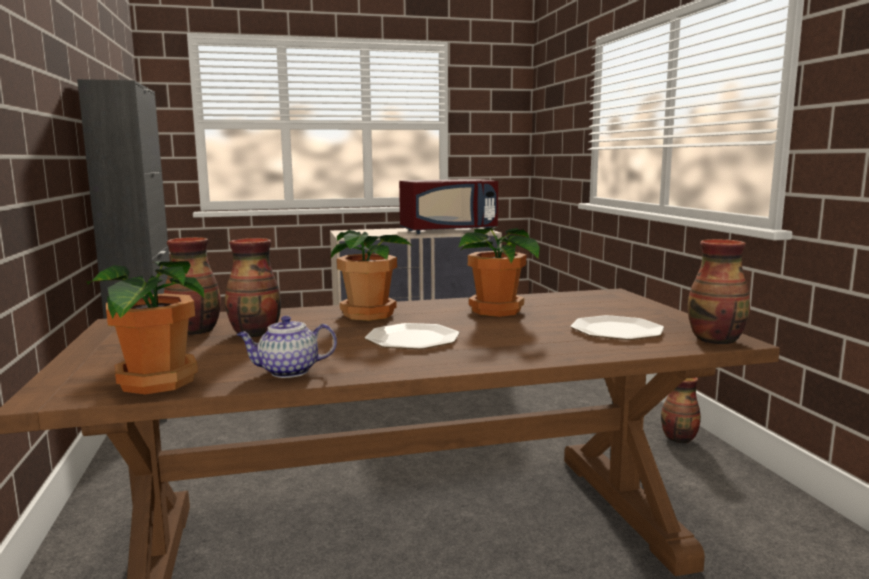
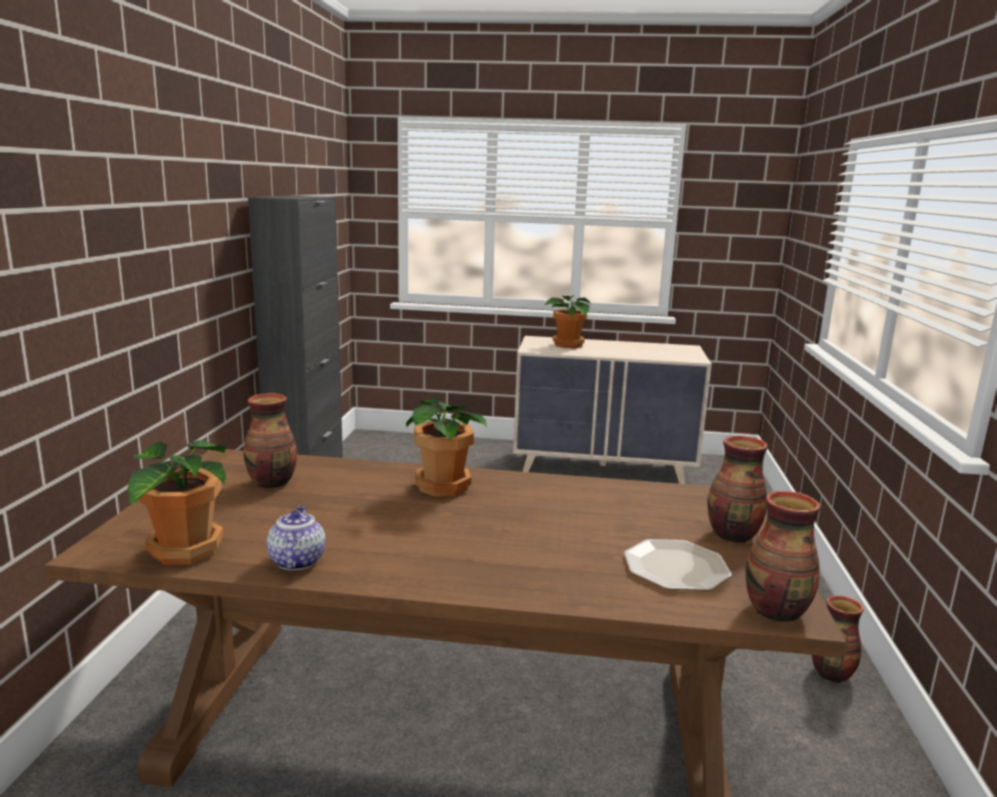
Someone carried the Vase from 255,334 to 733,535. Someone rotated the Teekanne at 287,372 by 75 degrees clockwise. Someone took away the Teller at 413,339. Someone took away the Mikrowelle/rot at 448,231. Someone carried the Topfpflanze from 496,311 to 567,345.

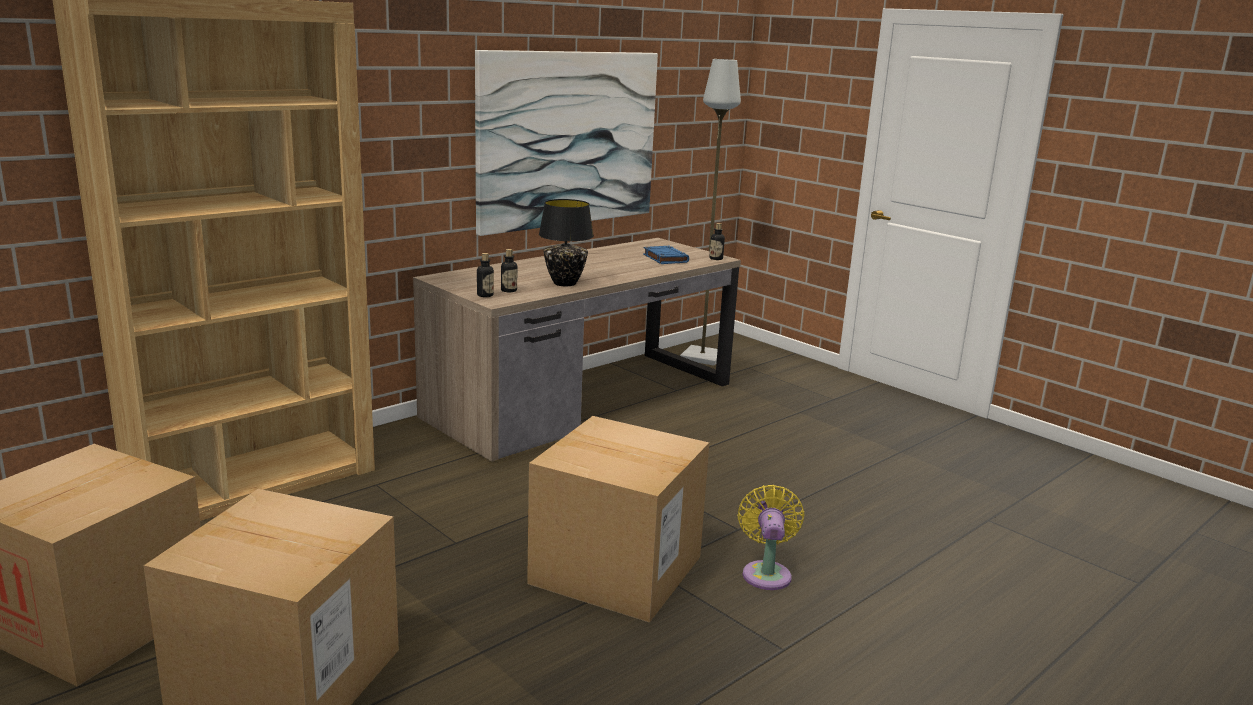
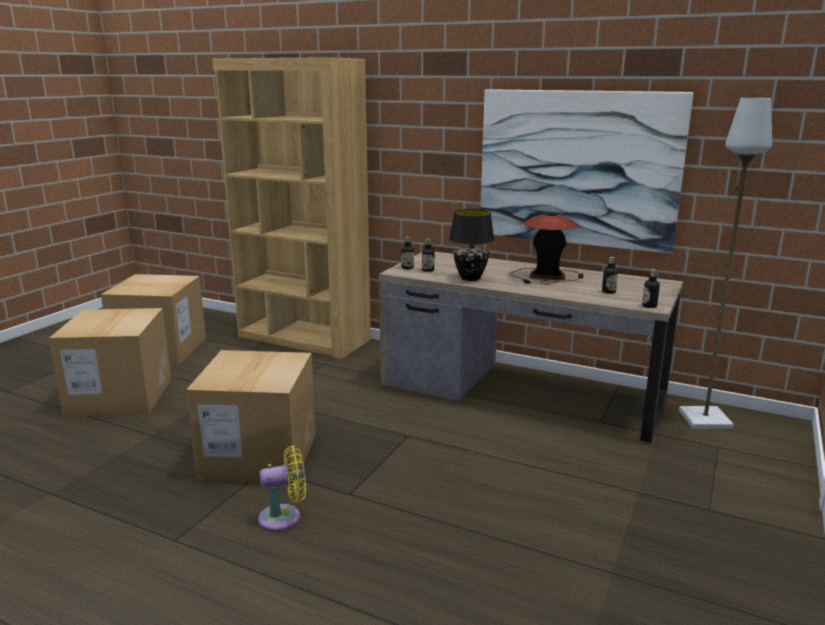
Someone swapped the Buch/blau at 665,258 for the Flasche at 608,291. Someone put down the Tischlampe at 546,276.

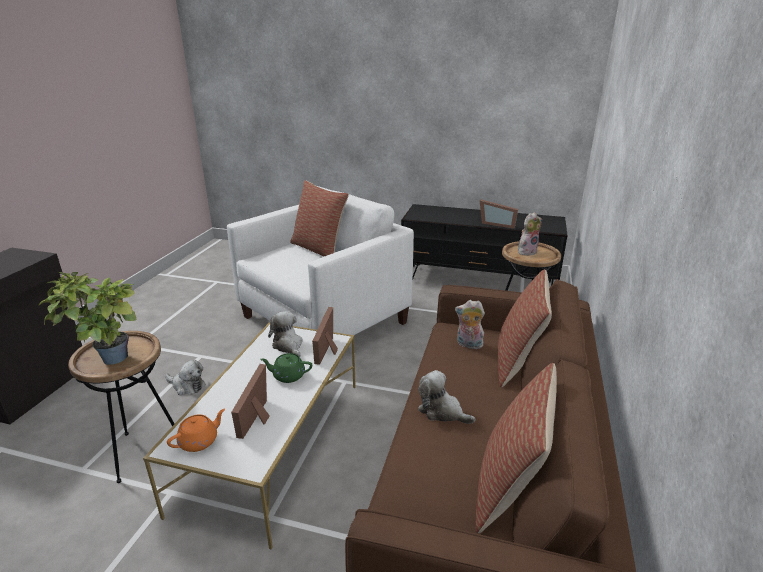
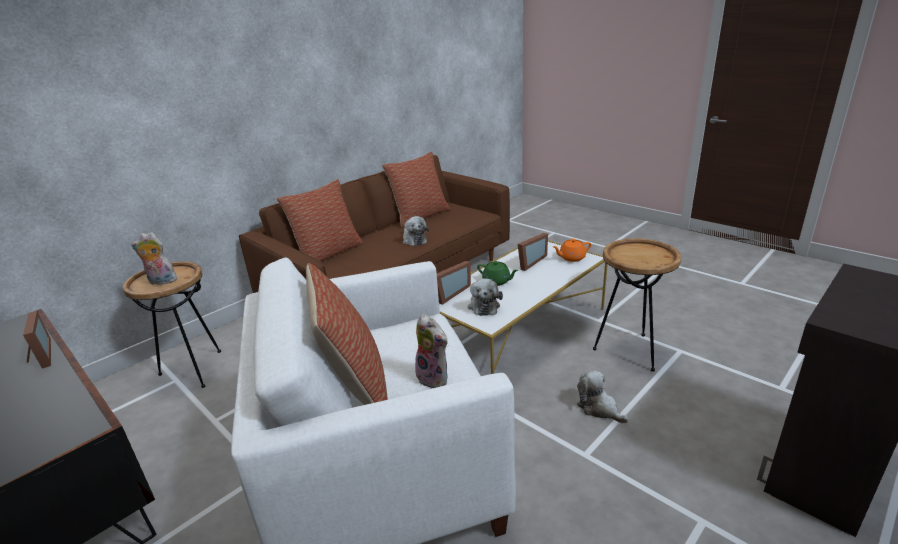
Someone took away the Topfpflanze at 108,361. Someone carried the Plüschtier from 468,345 to 435,378.

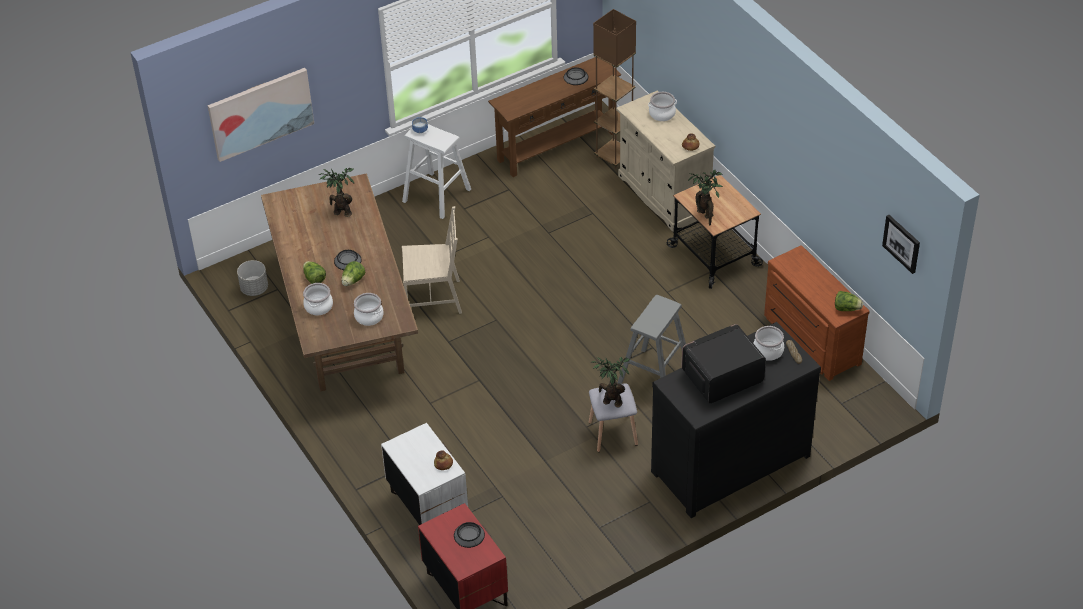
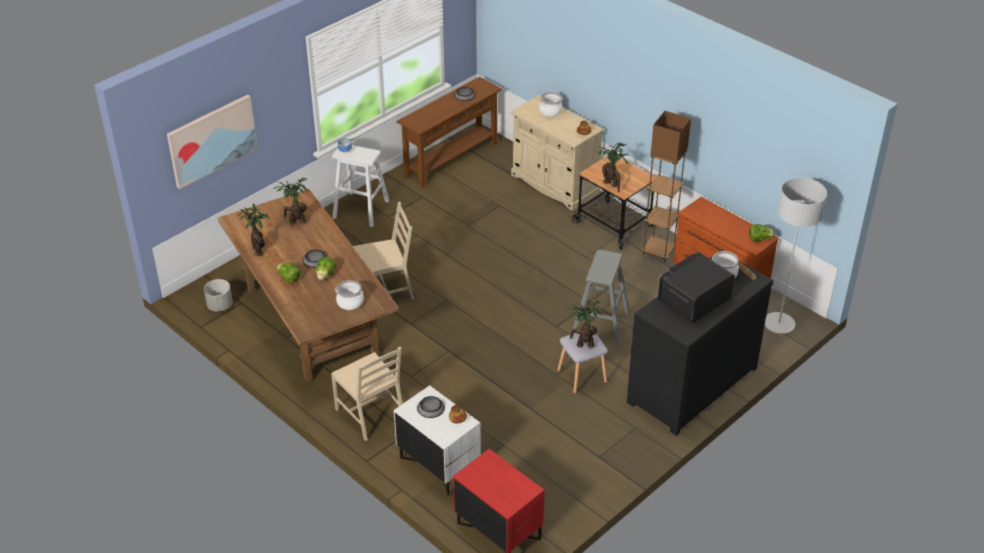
Someone took away the Kochtopf at 319,306. Someone carried the Schüssel from 469,535 to 430,407. Someone carried the Stehlampe/braun from 614,156 to 658,251. Someone took away the Bild at 902,243. Someone put down the Topfpflanze at 258,249. Someone put down the Stuhl/beige at 371,414. Someone put down the Stehlampe/grau at 779,324.

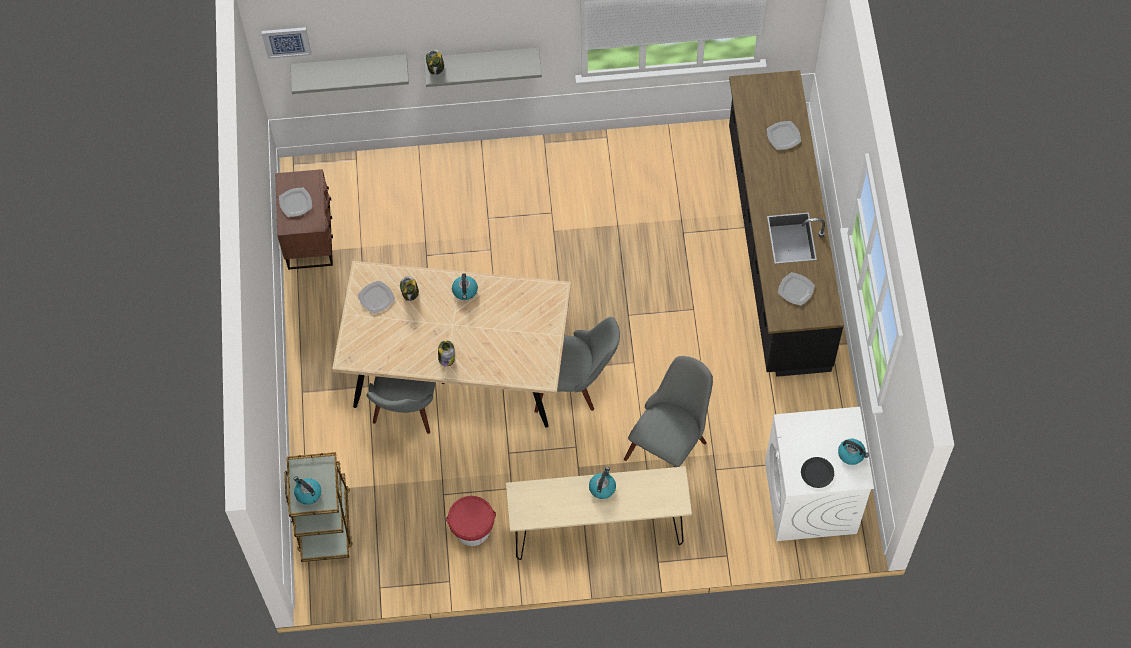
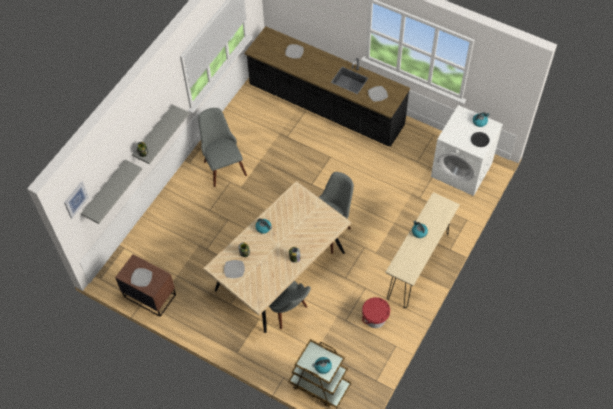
Someone carried the Stuhl/grau from 671,442 to 222,164.

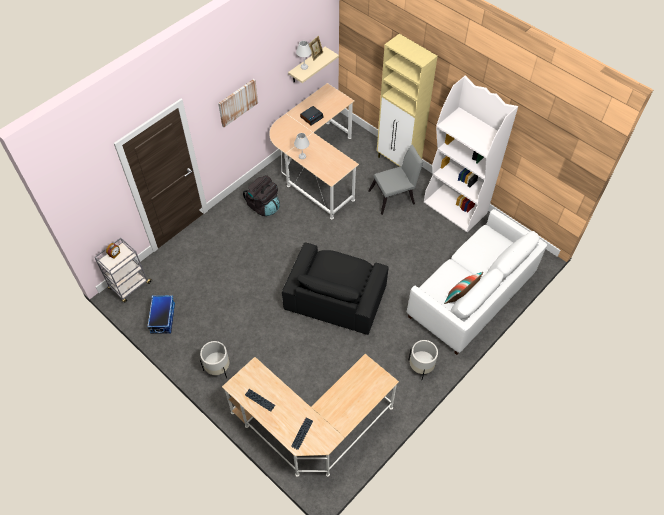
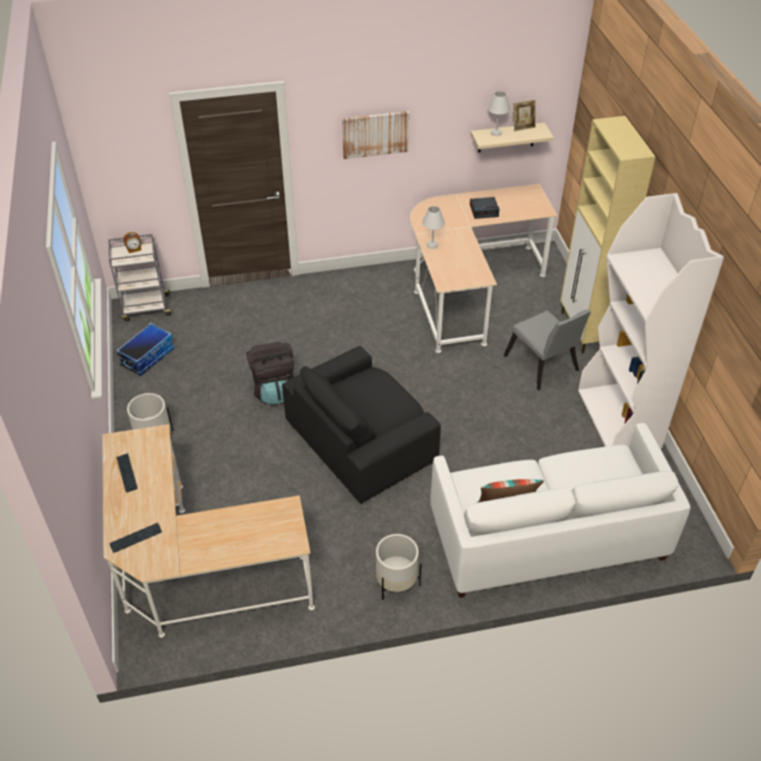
Someone carried the Rucksack/schwarz from 263,206 to 274,389. Someone rotated the Stuhl/grau at 394,197 by 45 degrees clockwise.

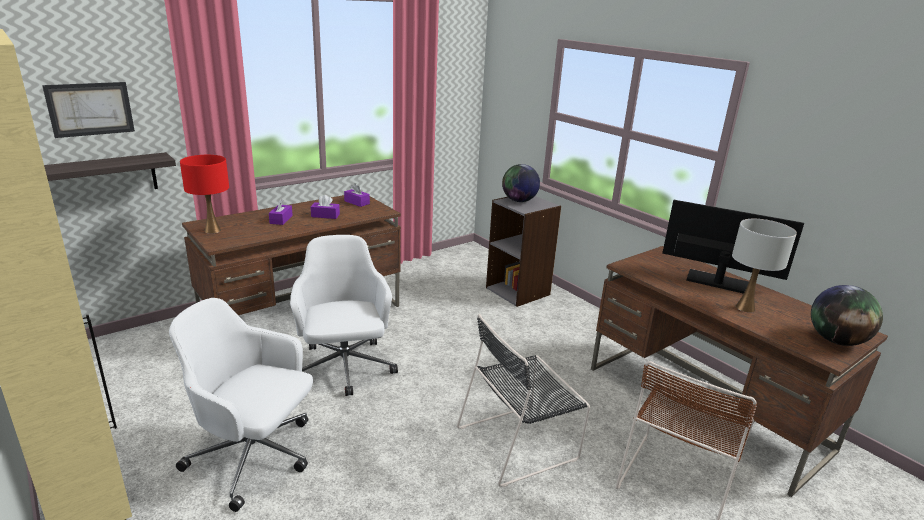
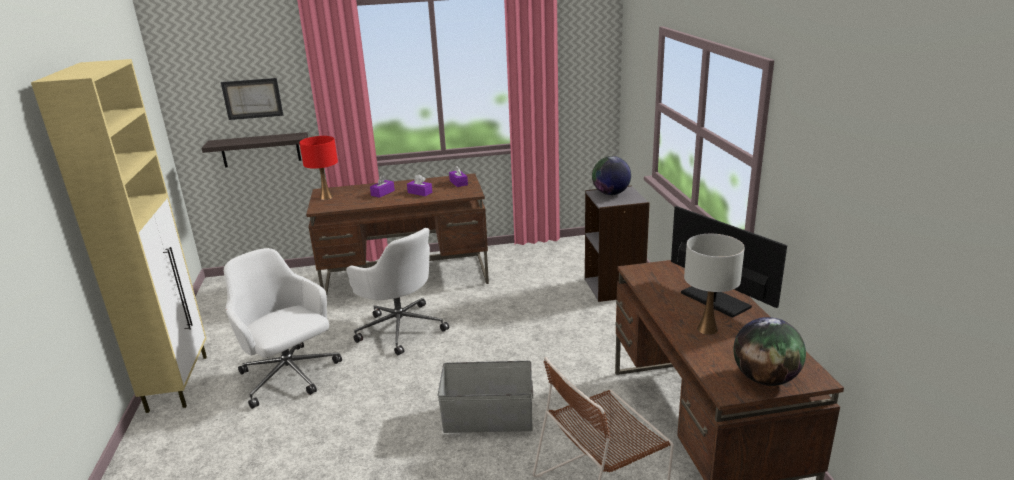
Someone rotated the Bürostuhl/weiß at 344,369 by 120 degrees clockwise. Someone swapped the Stuhl/schwarz at 520,442 for the Aufbewahrungsbox/grau at 488,417.

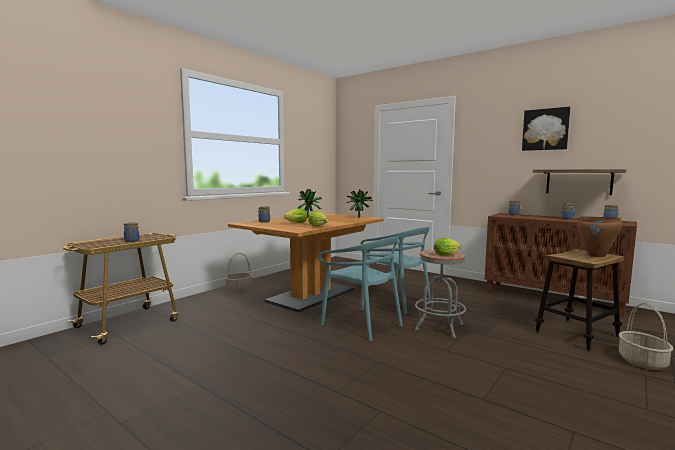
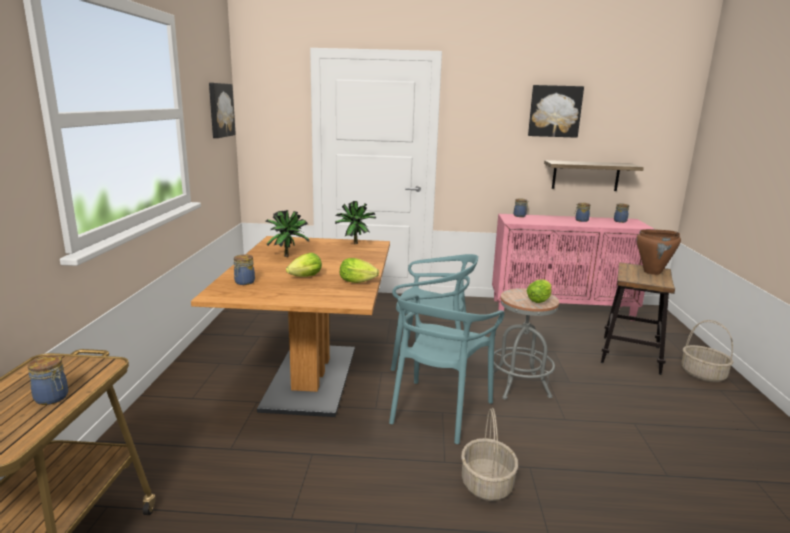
Someone carried the Korb from 239,289 to 487,485. Someone rotated the Stuhl/türkis at 362,324 by 105 degrees clockwise. Someone repainted the Schrank/braun at 552,299, which became the Schrank/rosa at 562,309. Someone put up the Bild at 220,110.

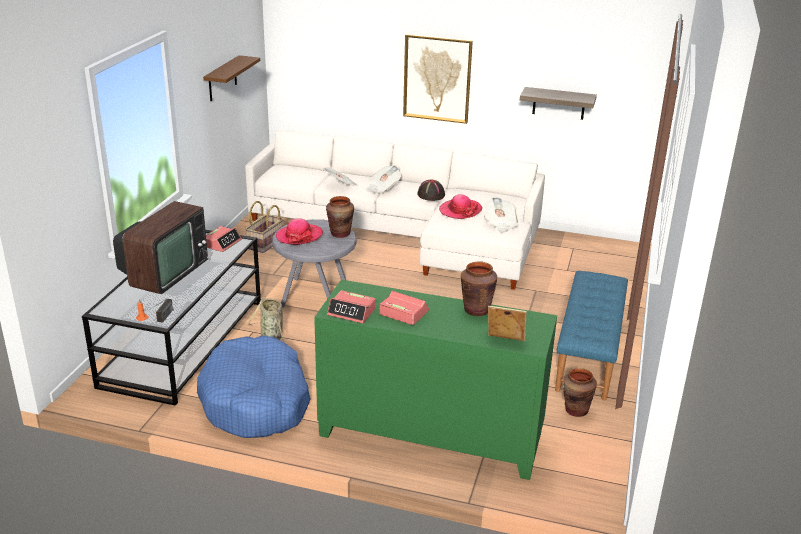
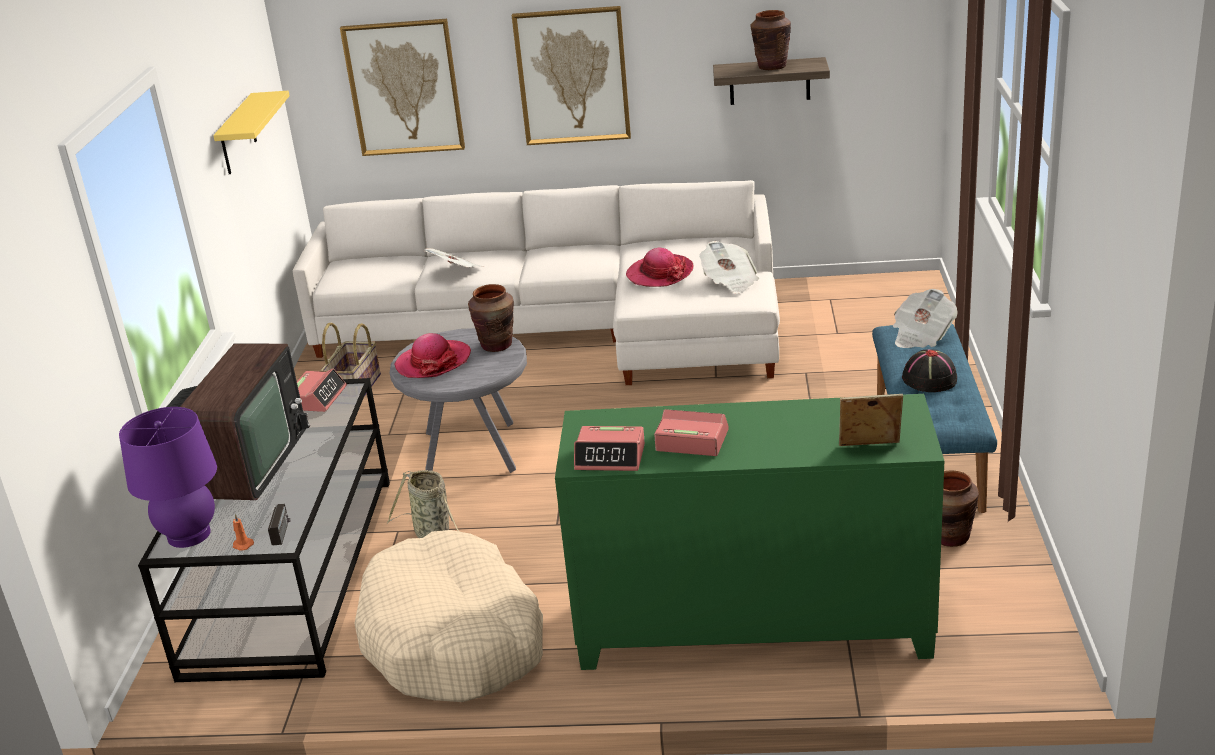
Someone repainted the Hundebett/blau at 256,401, which became the Hundebett/beige at 454,639. Someone repainted the Wandregal/braun at 222,79, which became the Wandregal/gelb at 237,135. Someone carried the Zeitung from 383,188 to 921,336. Someone carried the Hut/schwarz from 430,195 to 929,379. Someone carried the Vase/braun from 476,310 to 771,67. Someone put down the Tischlampe/lila at 189,535. Someone put up the Bild at 404,87.

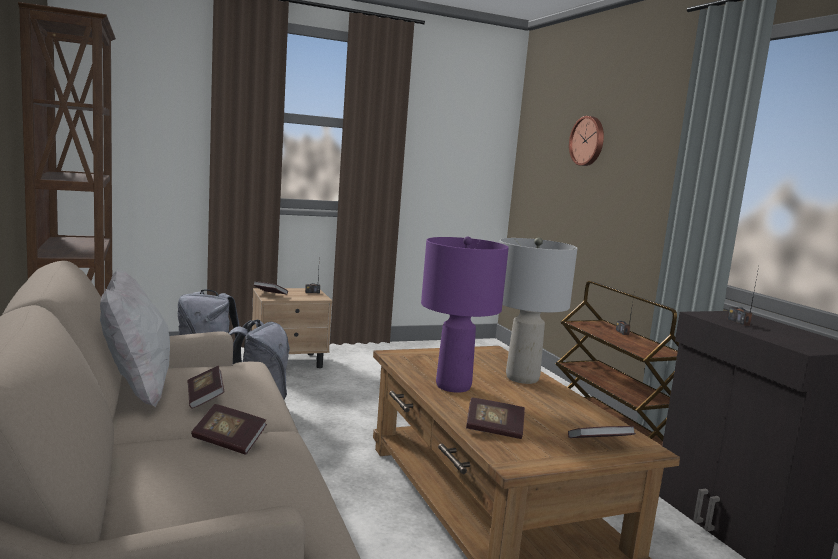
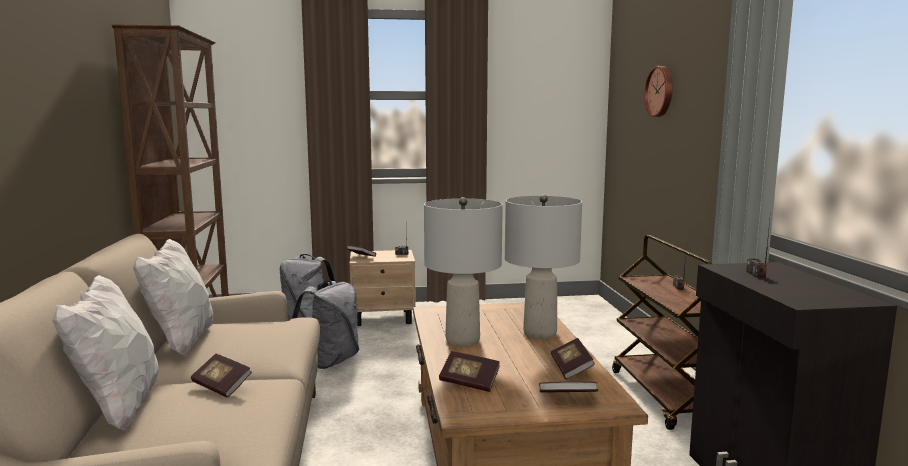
Someone carried the Buch from 205,398 to 571,369. Someone repainted the Tischlampe/lila at 454,386, which became the Tischlampe/grau at 463,341. Someone put down the Kissen/weiß at 118,409.

